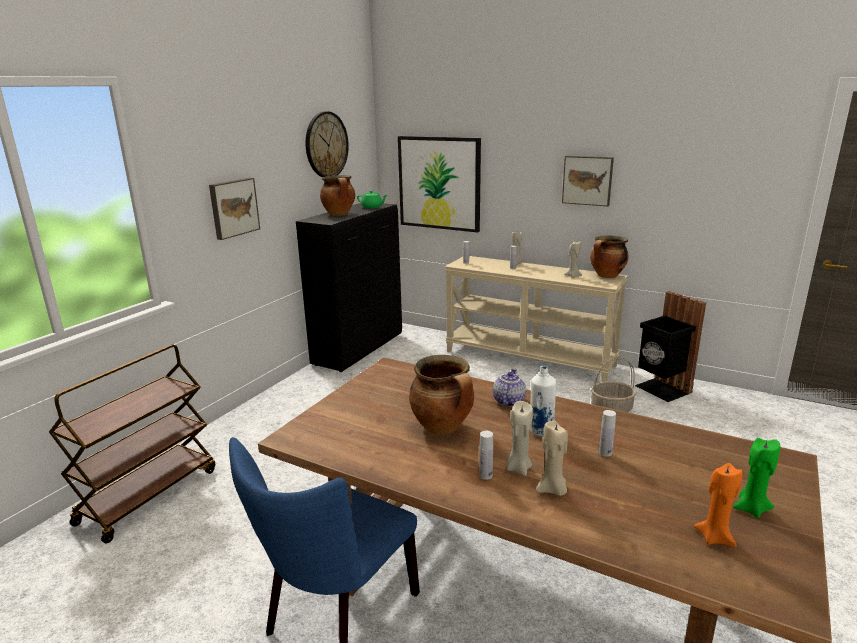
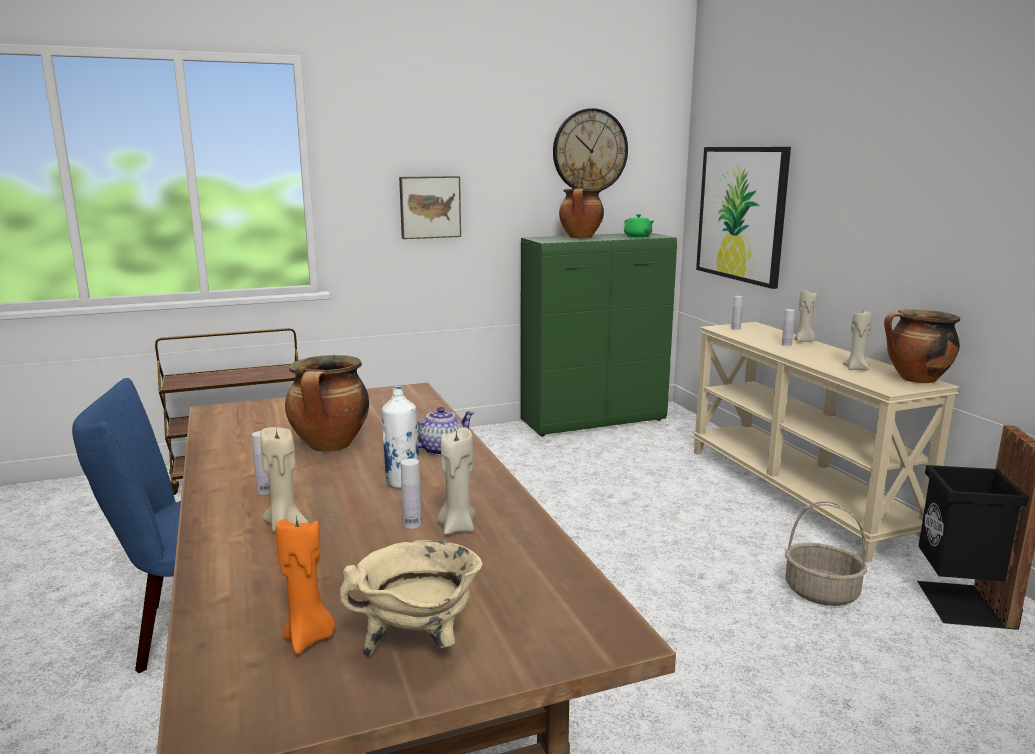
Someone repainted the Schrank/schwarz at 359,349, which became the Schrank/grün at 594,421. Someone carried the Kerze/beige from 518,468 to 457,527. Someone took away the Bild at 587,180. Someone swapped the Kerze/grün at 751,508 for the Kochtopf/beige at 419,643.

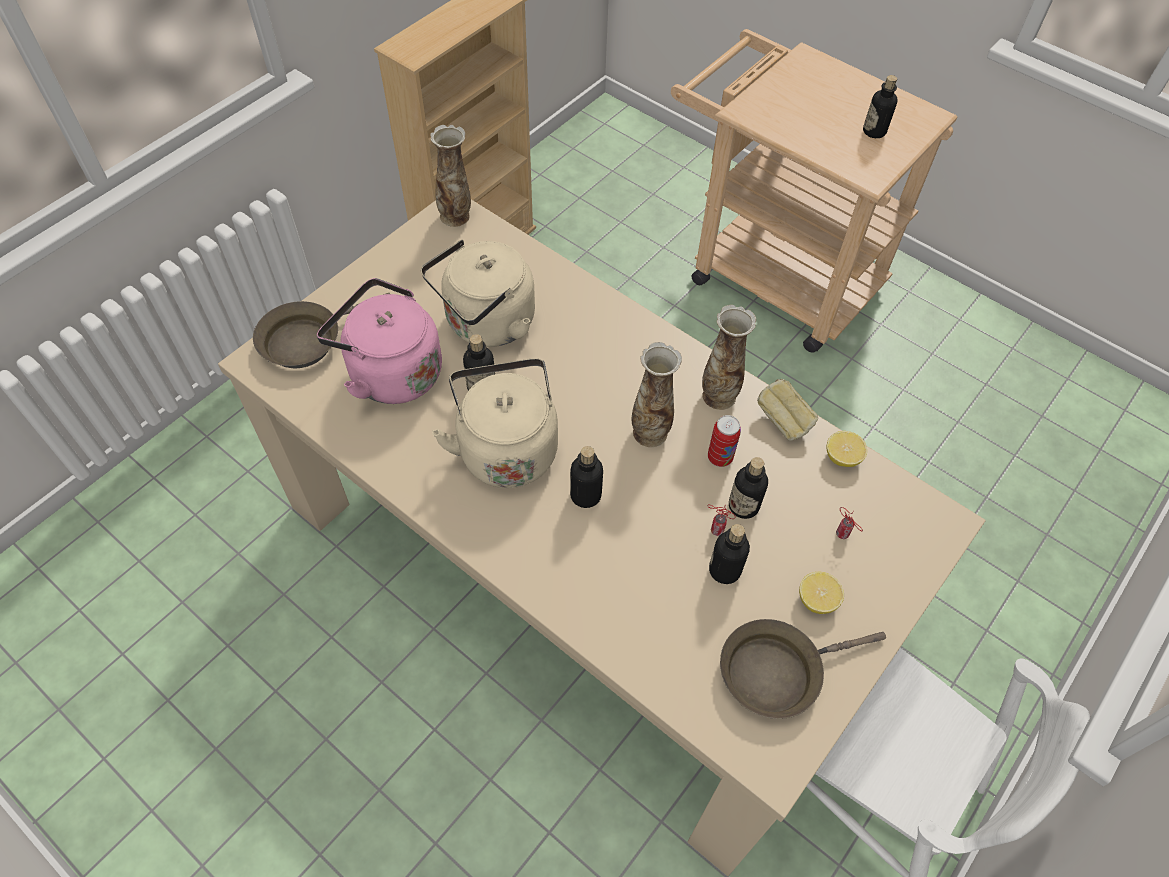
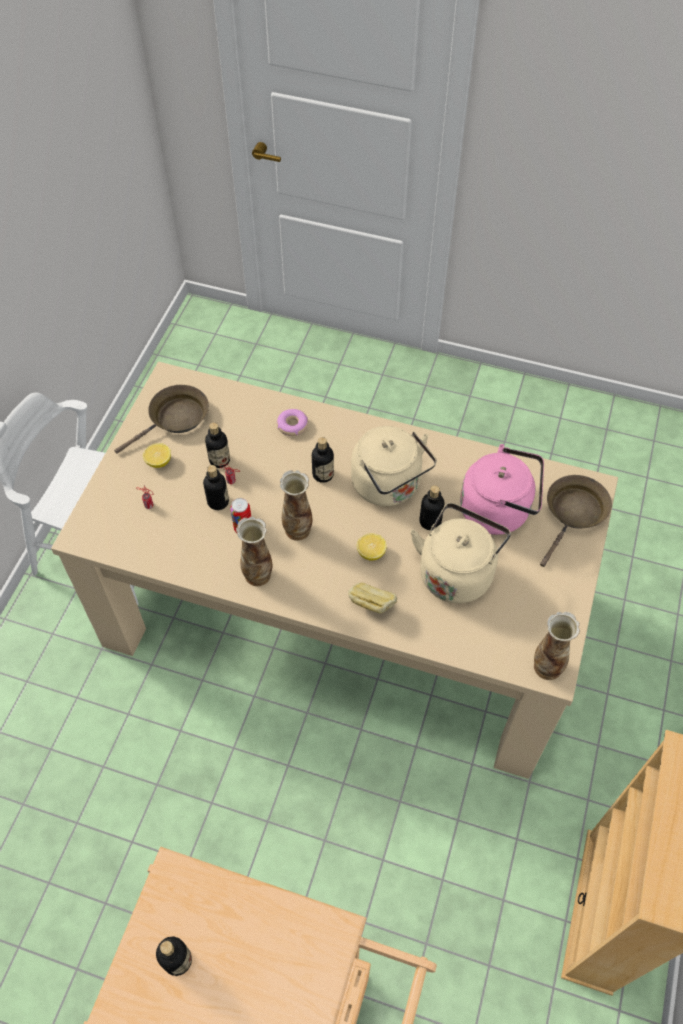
Someone carried the Brot from 783,422 to 371,606. Someone carried the Zitrone from 842,457 to 371,553. Someone put down the Donut at 292,425.

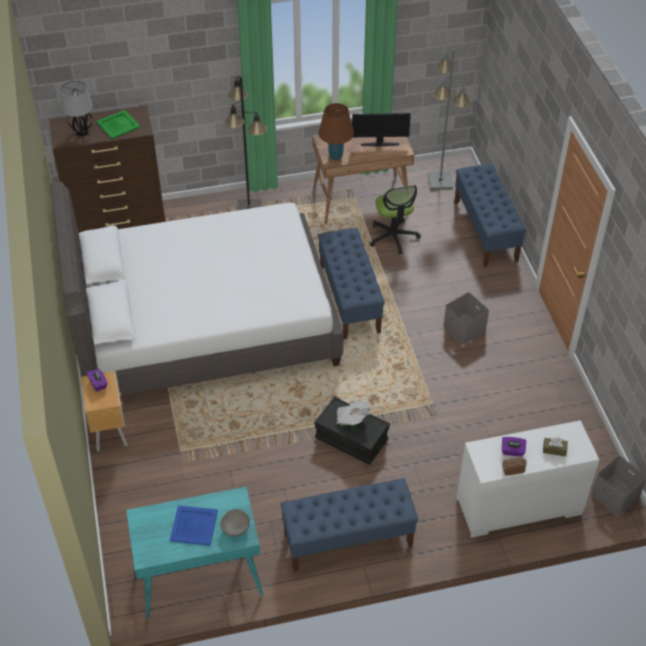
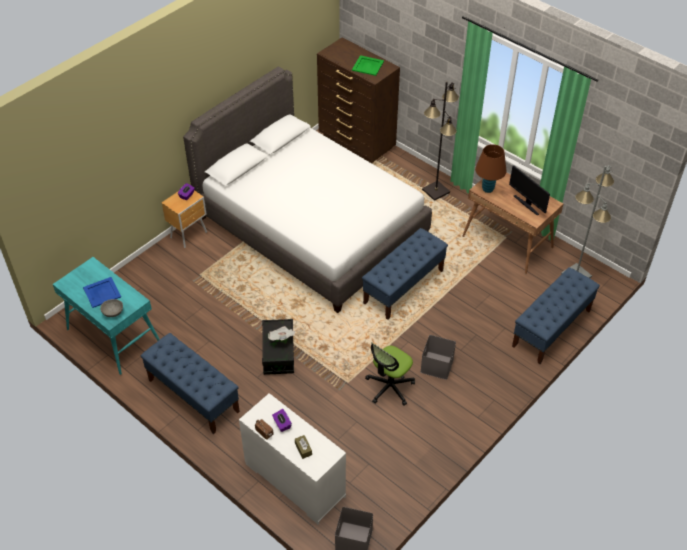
Someone took away the Tischlampe at 81,131. Someone carried the Bürostuhl from 393,237 to 389,387.

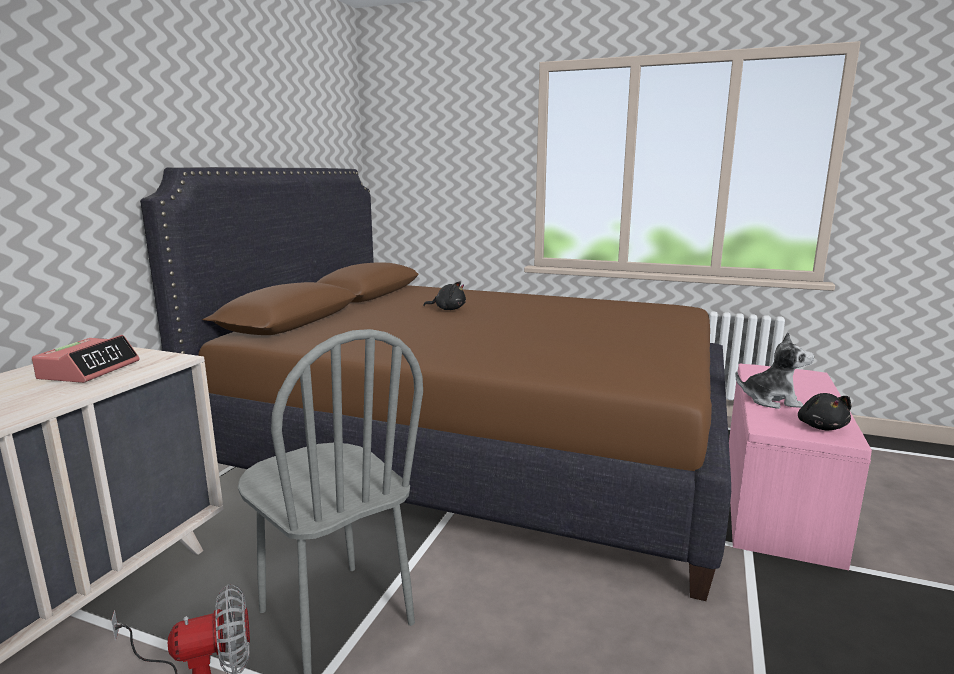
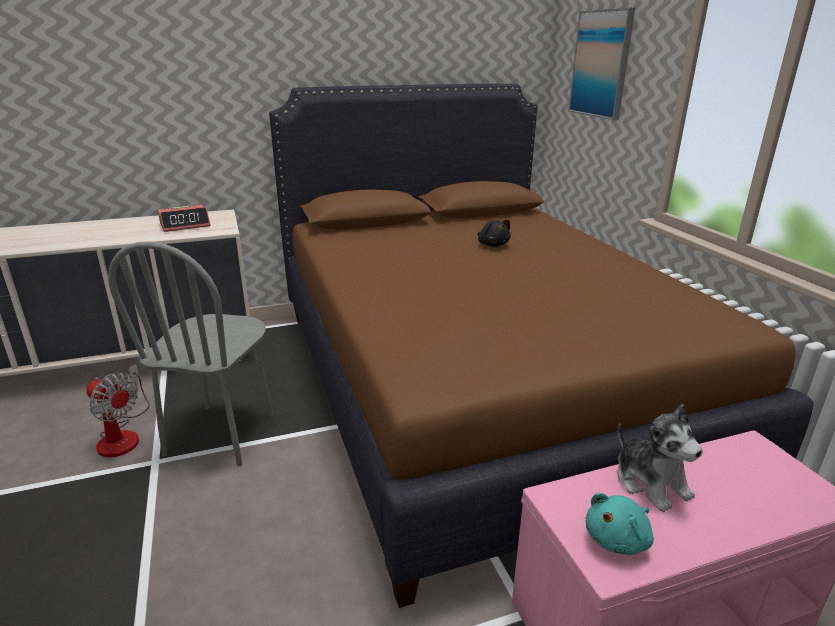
Someone repainted the Plüschtier/schwarz at 821,426, which became the Plüschtier/türkis at 618,539. Someone put up the Bild at 601,64.

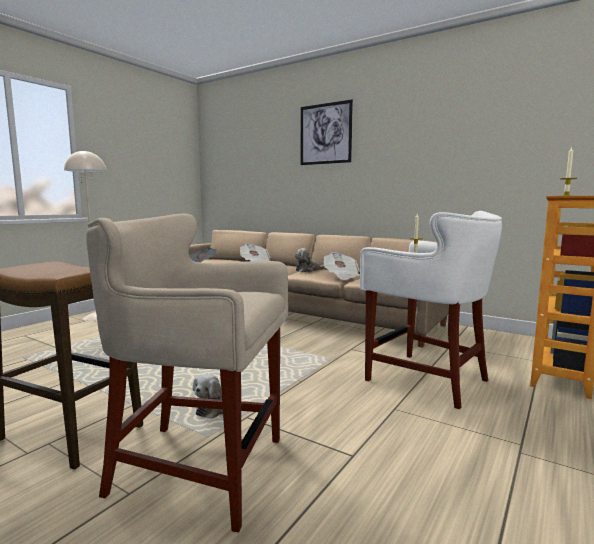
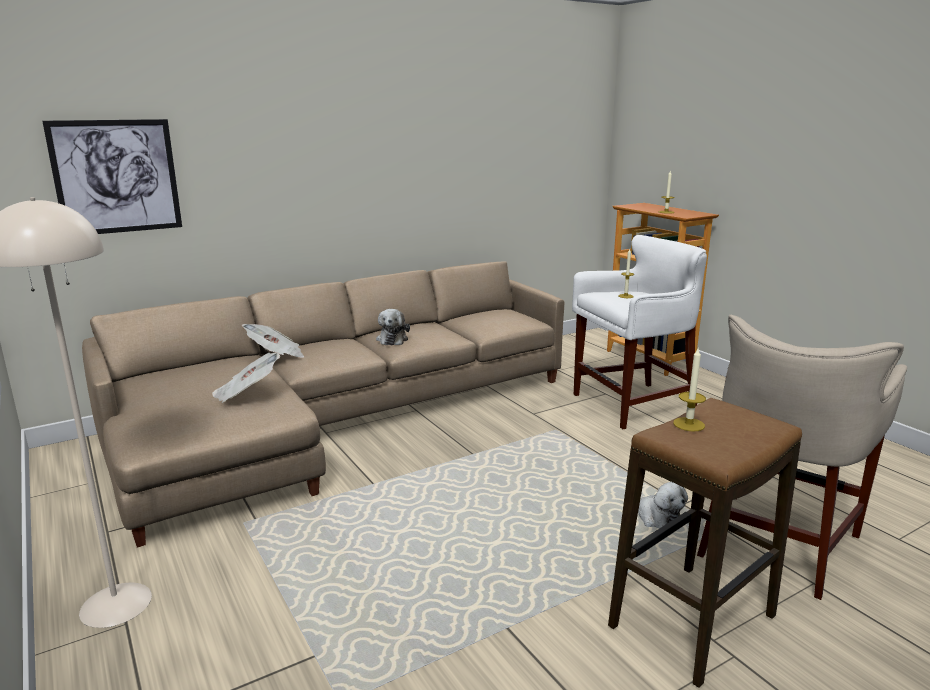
Someone carried the Bild from 325,134 to 116,177. Someone took away the Zeitung at 341,276. Someone put down the Kerze at 688,424.

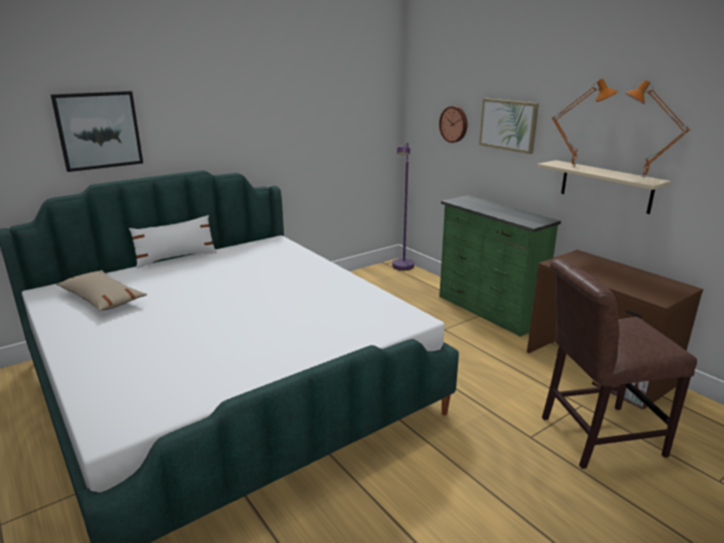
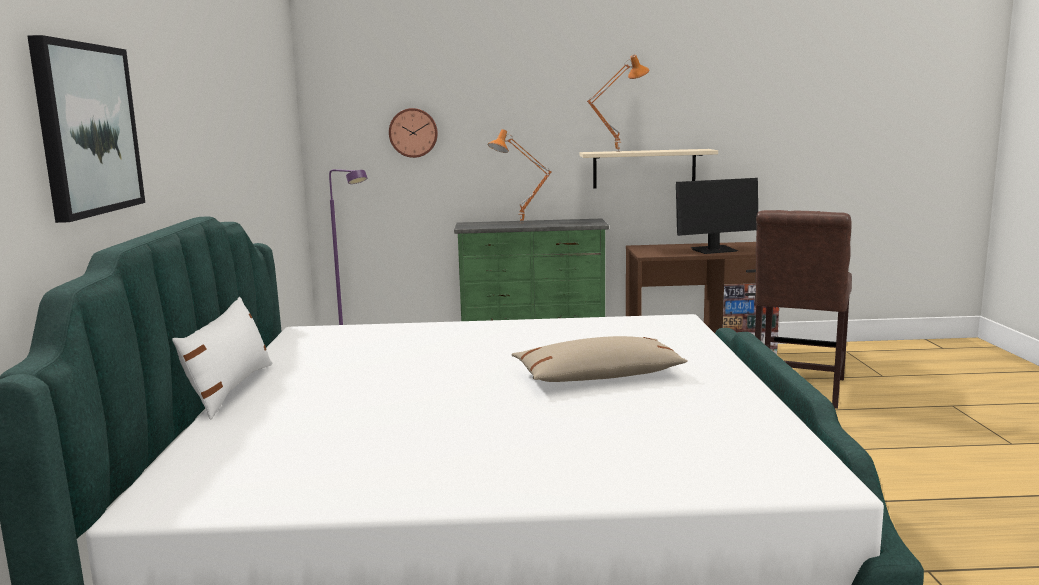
Someone carried the Kissen/beige from 102,299 to 599,376. Someone took away the Bild at 508,125. Someone carried the Tischlampe/orange from 643,177 to 521,223. Someone put down the Monitor at 714,250.

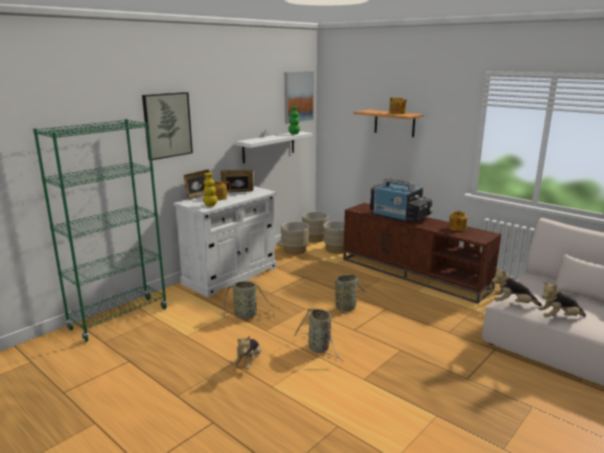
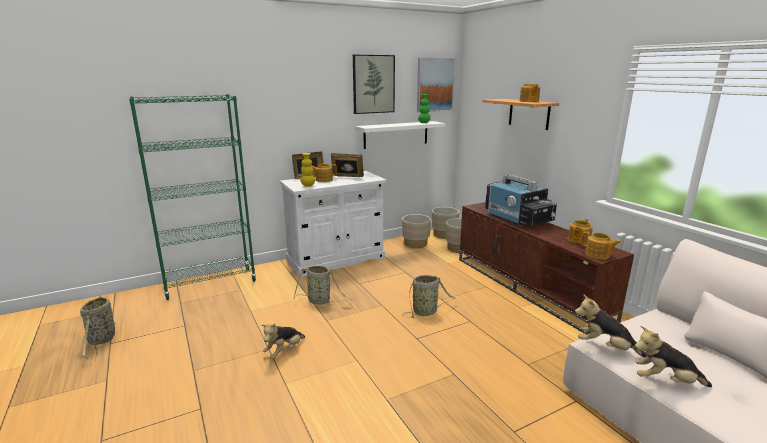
Someone carried the Bild from 167,125 to 373,84. Someone carried the Korb from 320,349 to 101,341. Someone put down the Teekanne at 598,255.

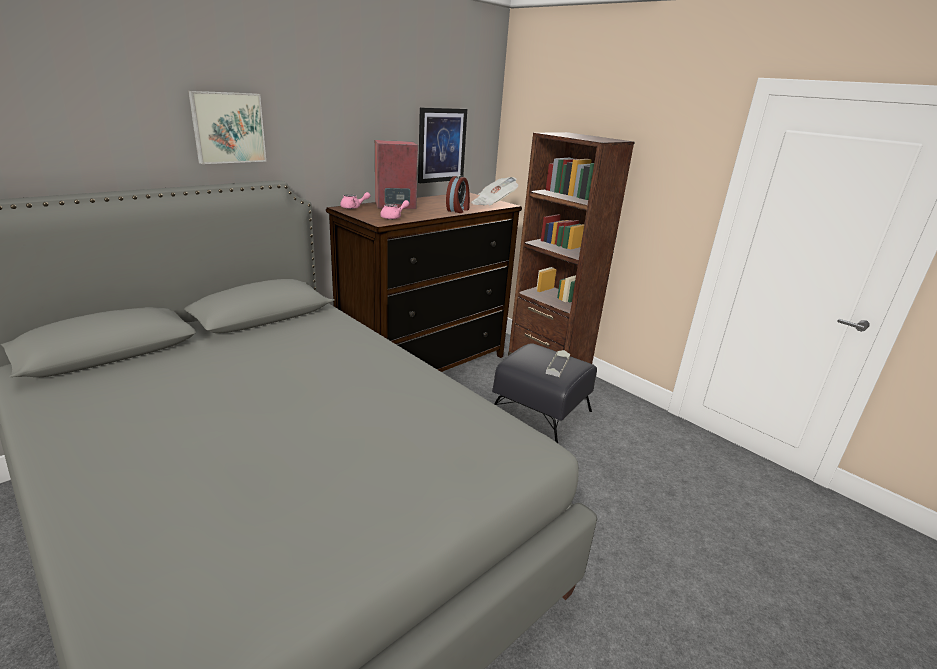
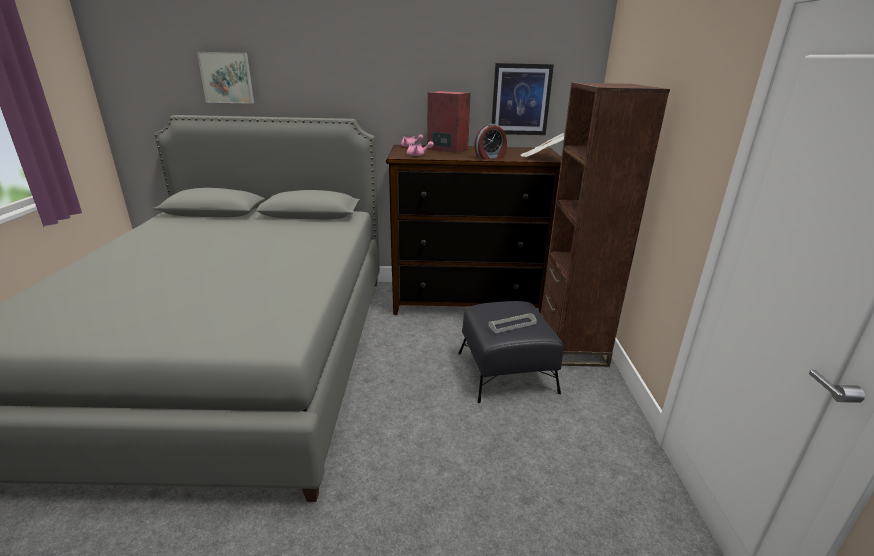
Someone carried the Bild from 228,127 to 227,77.

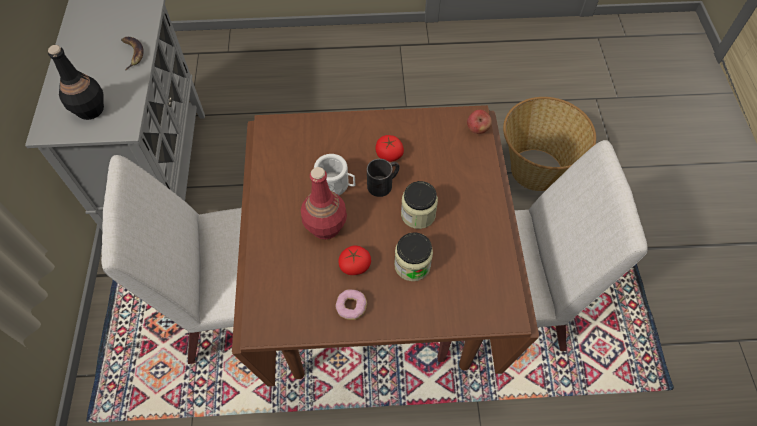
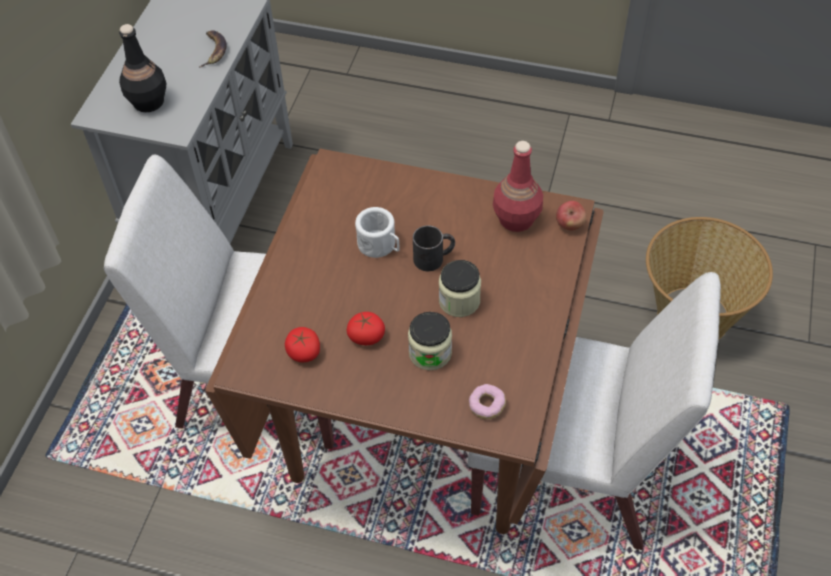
Someone carried the Flasche/rot from 325,226 to 516,219. Someone carried the Donut from 351,307 to 486,406. Someone carried the Tomate from 389,154 to 303,352.

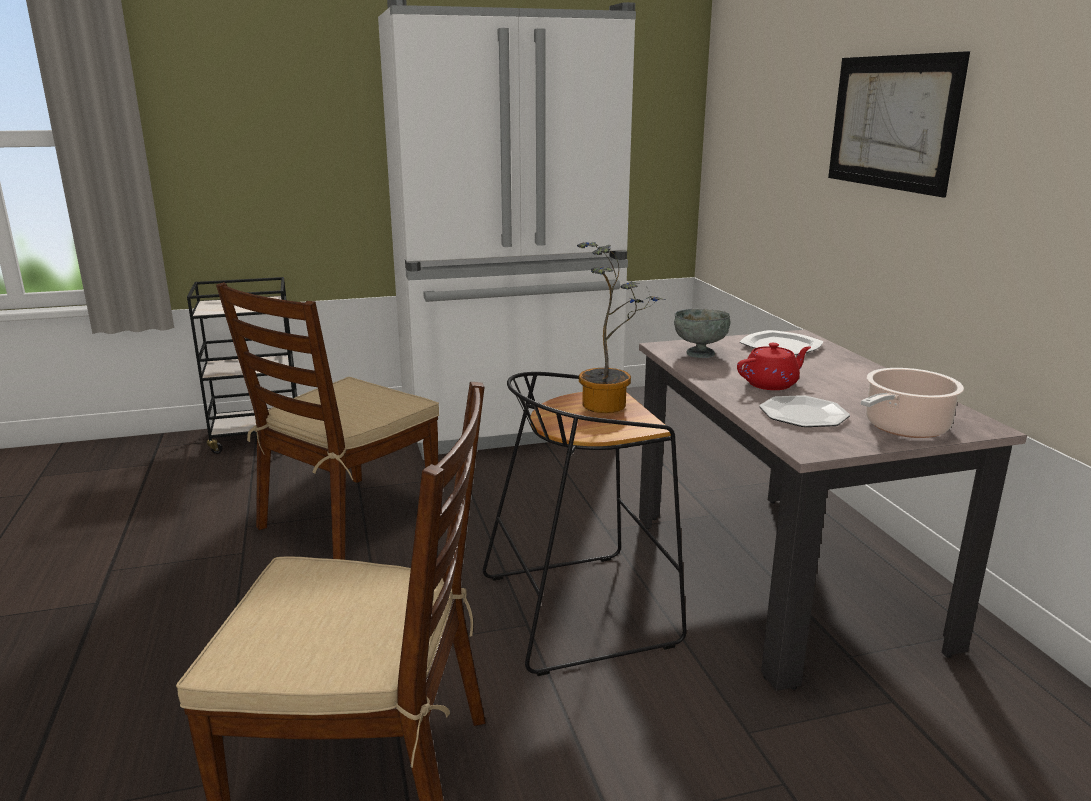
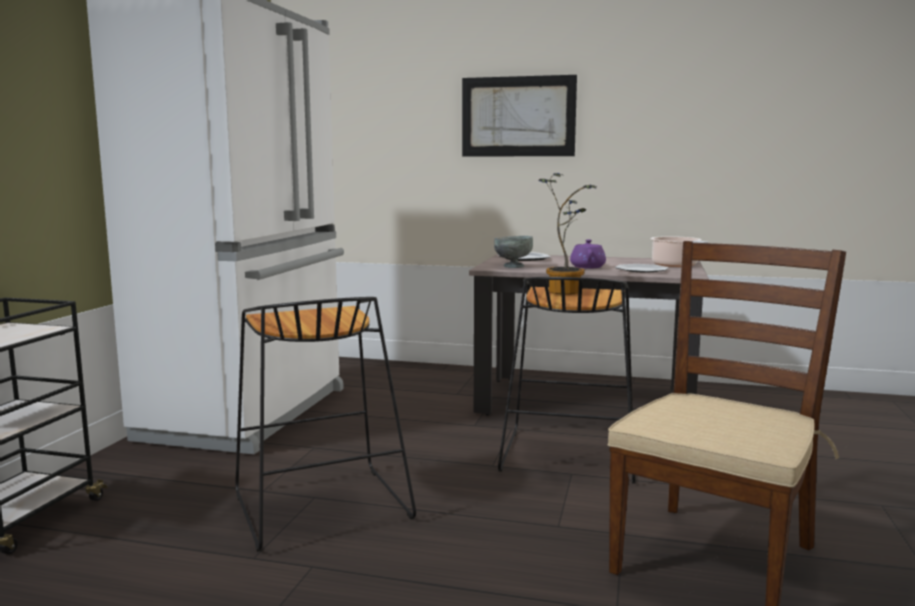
Someone swapped the Stuhl/braun at 348,519 for the Hocker/schwarz at 319,505. Someone repainted the Teekanne/rot at 771,384, which became the Teekanne/lila at 587,267.

